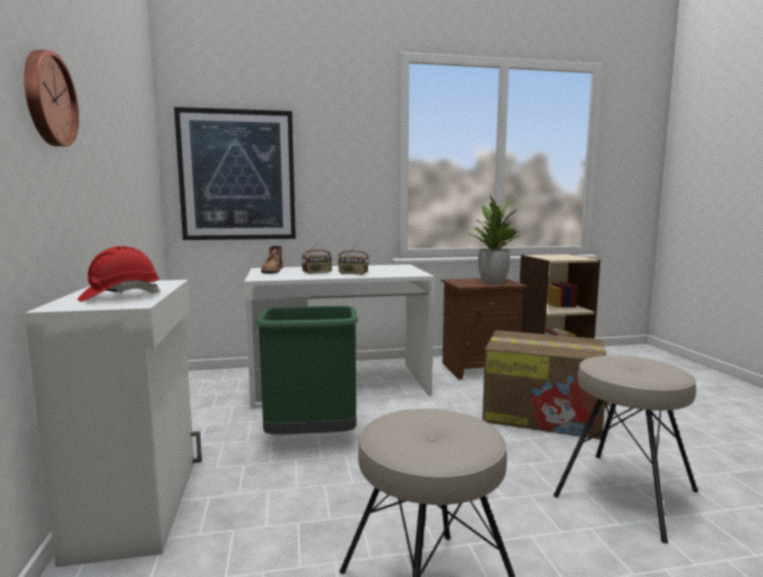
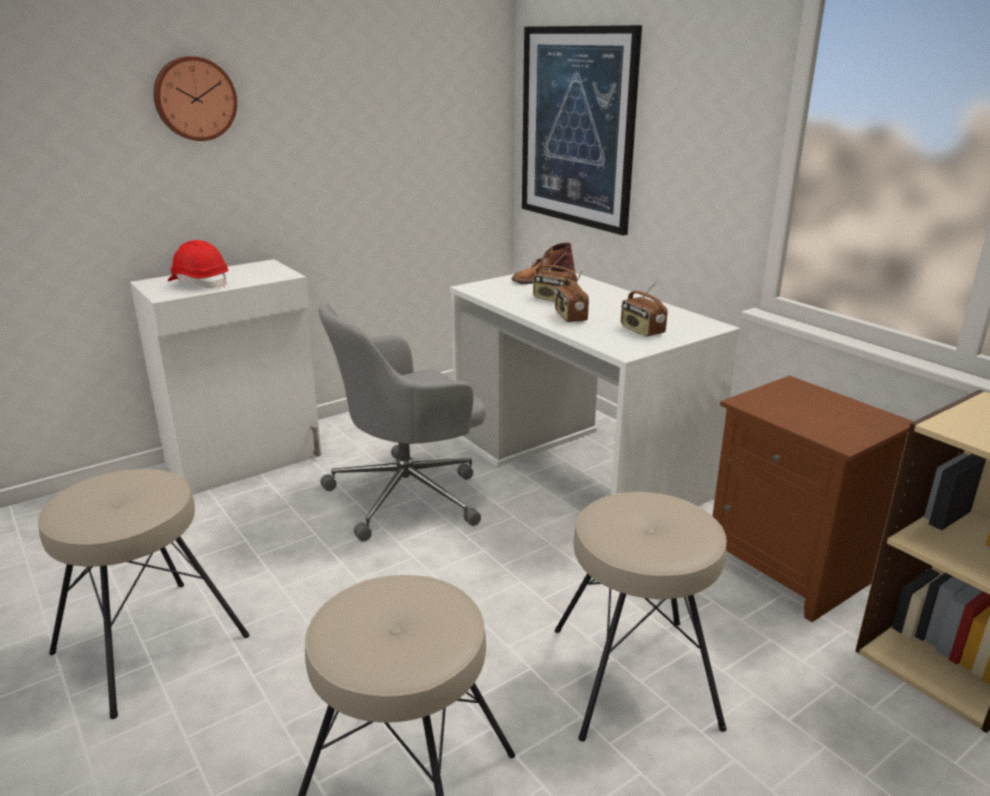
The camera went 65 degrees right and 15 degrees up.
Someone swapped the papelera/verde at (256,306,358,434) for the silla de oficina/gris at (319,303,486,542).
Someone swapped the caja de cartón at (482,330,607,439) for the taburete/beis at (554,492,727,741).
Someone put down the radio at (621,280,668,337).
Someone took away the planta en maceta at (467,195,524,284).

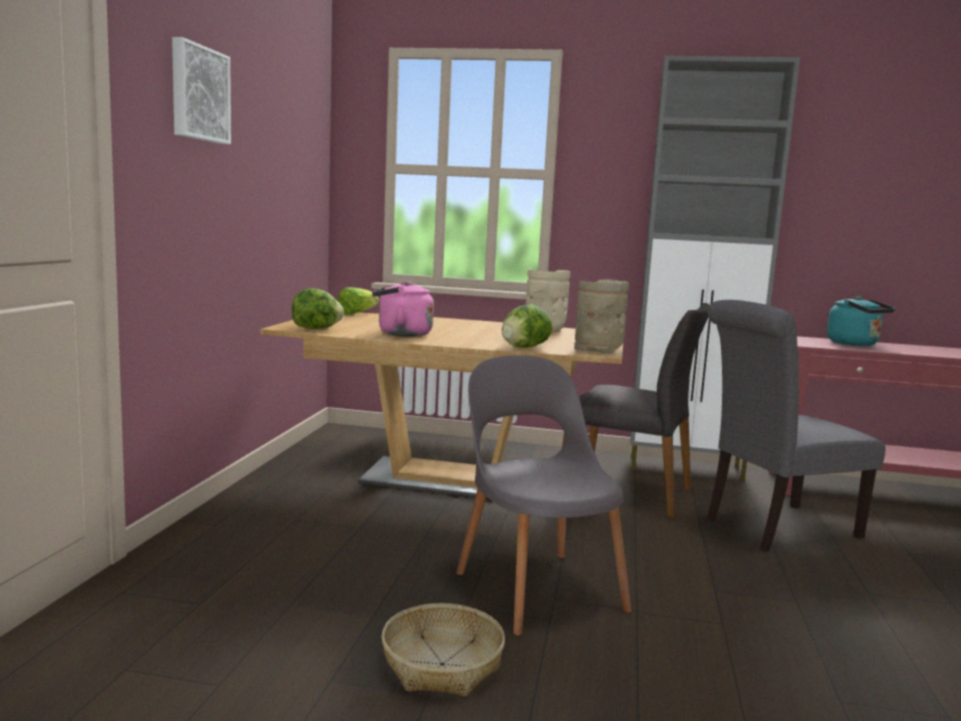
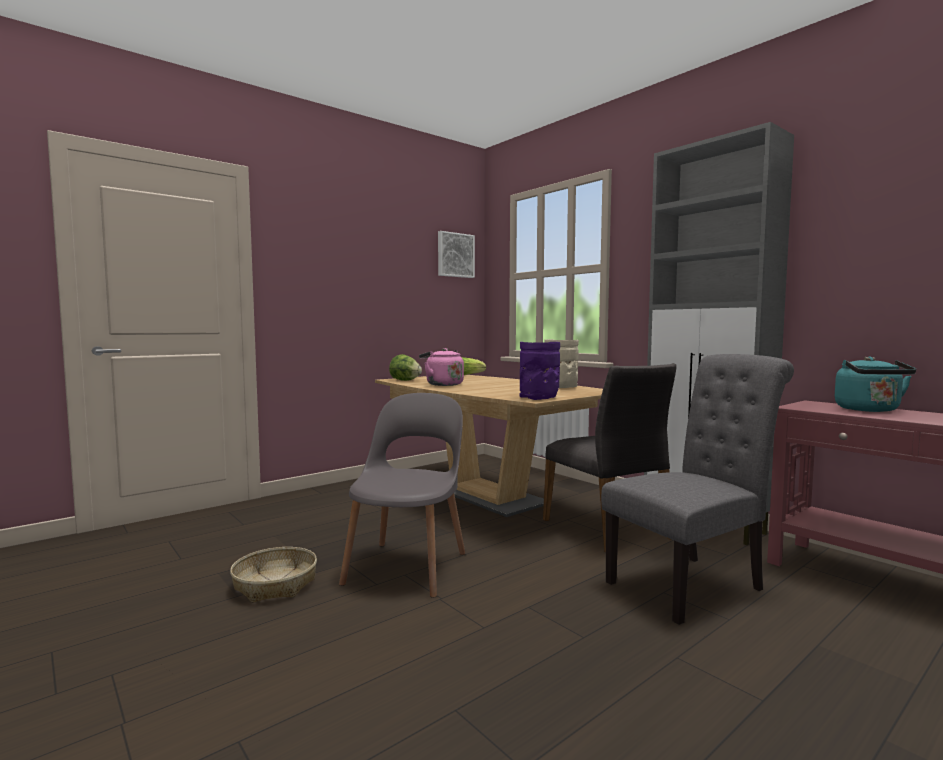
The camera went 40 degrees right and 5 degrees down.
Someone carried the cuadro from (172,37,231,144) to (438,231,475,278).
Someone repainted the florero/beis at (574,279,629,353), which became the florero/morado at (520,342,560,400).
Someone rotated the silla/gris at (707,300,886,552) by 135 degrees clockwise.
Someone took away the lechuga at (502,304,552,348).

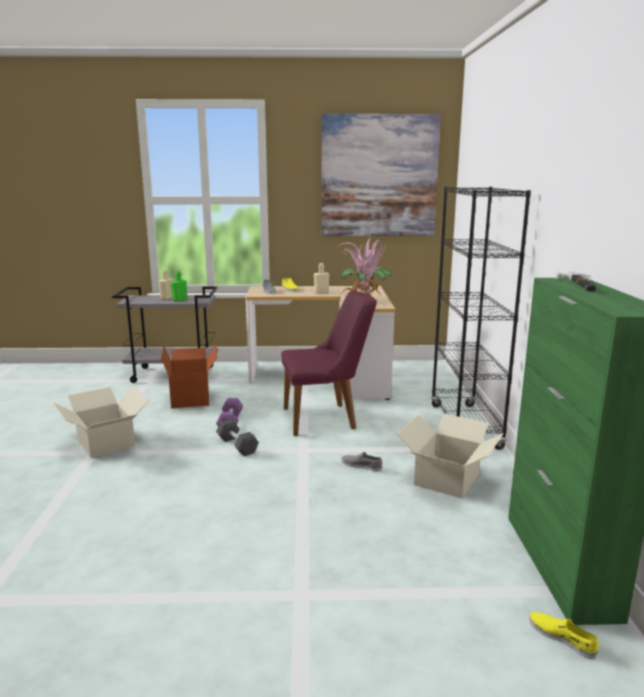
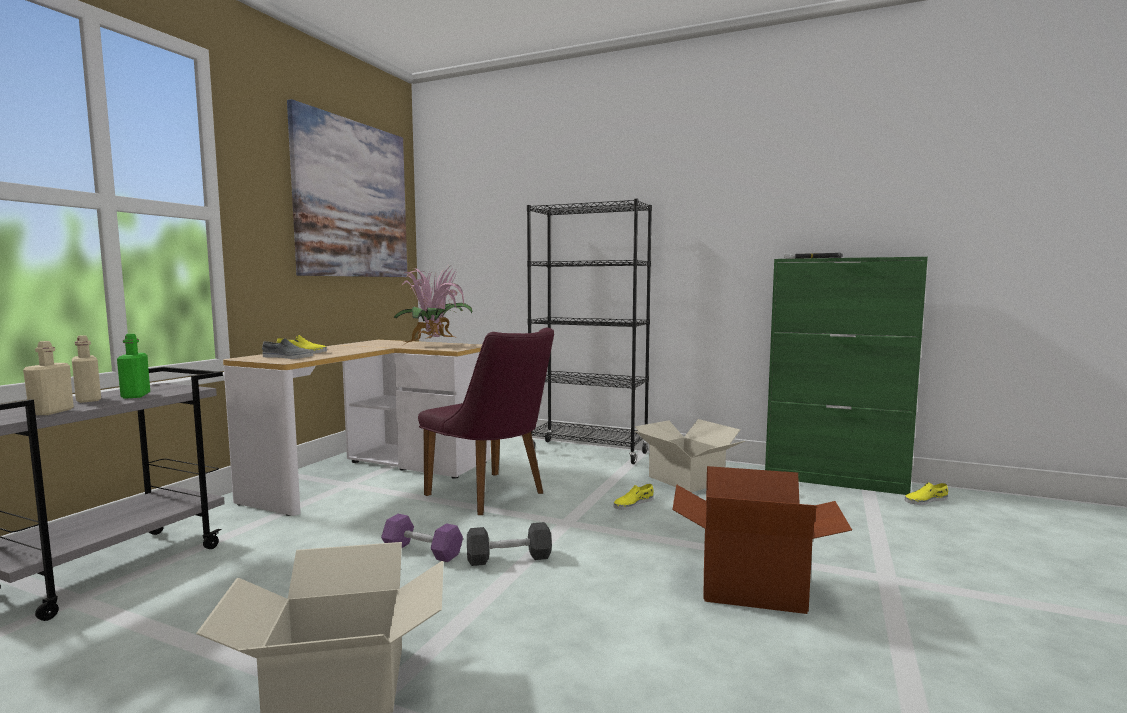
The camera went 65 degrees left and 10 degrees down.
Someone carried the botella/beis from (314,263,329,294) to (23,341,74,415).
Someone rotated the silla/morado at (281,290,377,436) by 120 degrees clockwise.
Someone repainted the zapato/gris at (341,452,382,472), which became the zapato/amarillo at (614,484,654,510).
Someone carried the caja de cartón from (161,344,217,408) to (672,466,852,614).

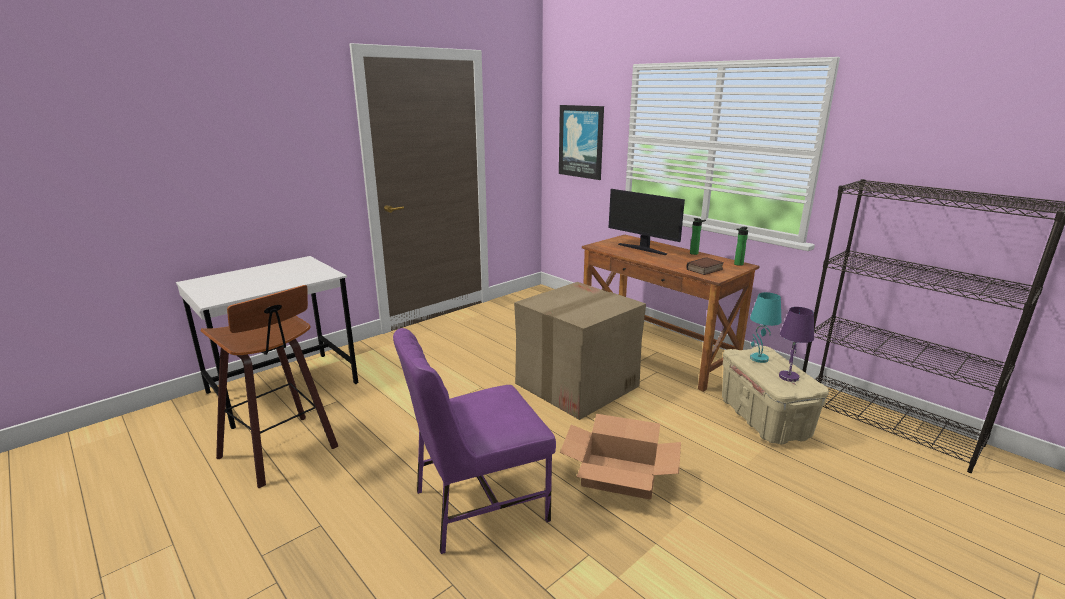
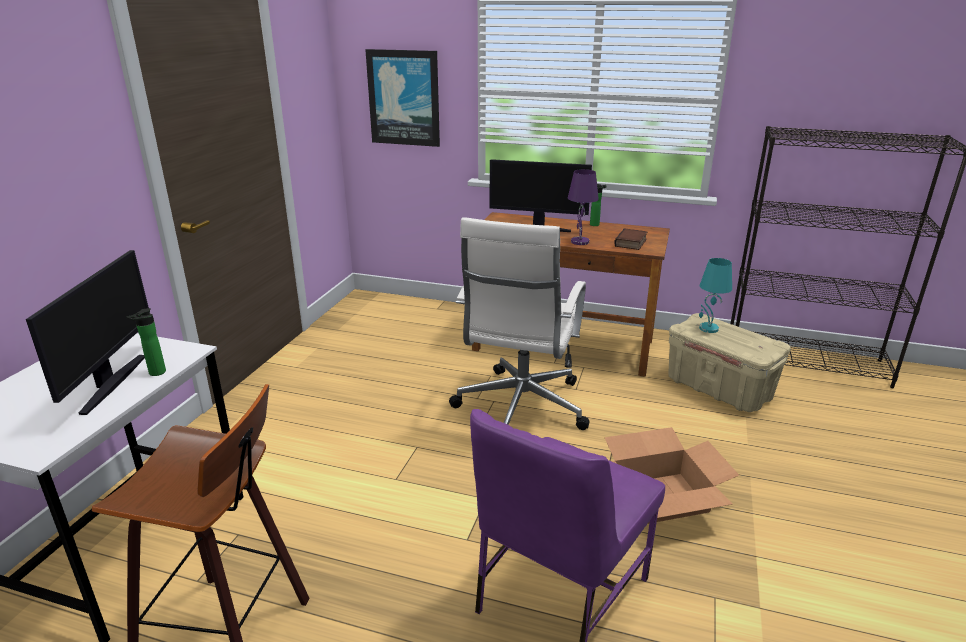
The camera went 30 degrees left and 5 degrees up.
Someone put down the monitor at (26,250,150,415).
Someone carried the botella from (734,227,748,266) to (127,308,166,376).
Someone swapped the caja de cartón at (514,282,646,420) for the silla de oficina/blanco at (449,217,590,430).
Someone carried the lámpara de mesa/morado from (779,307,814,382) to (568,169,599,245).

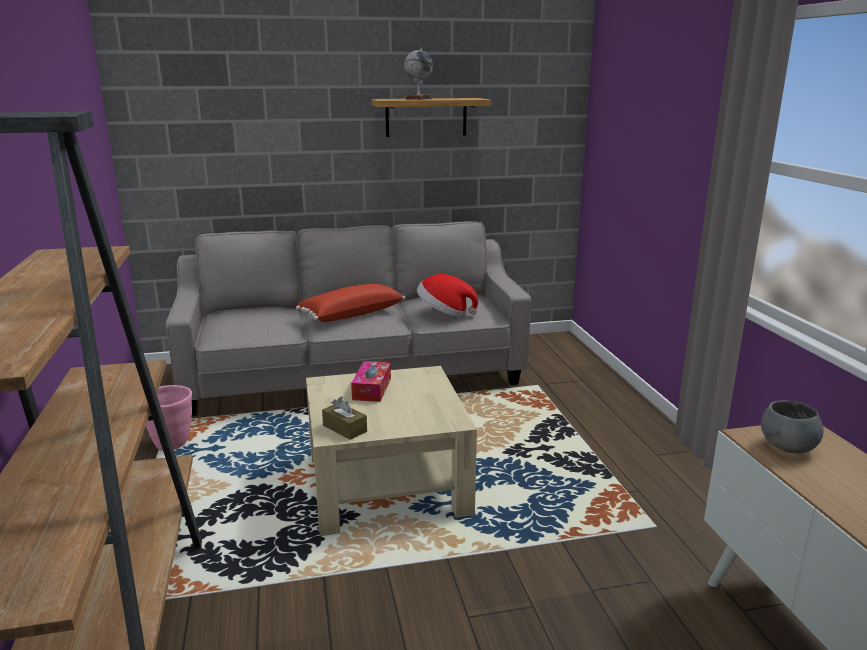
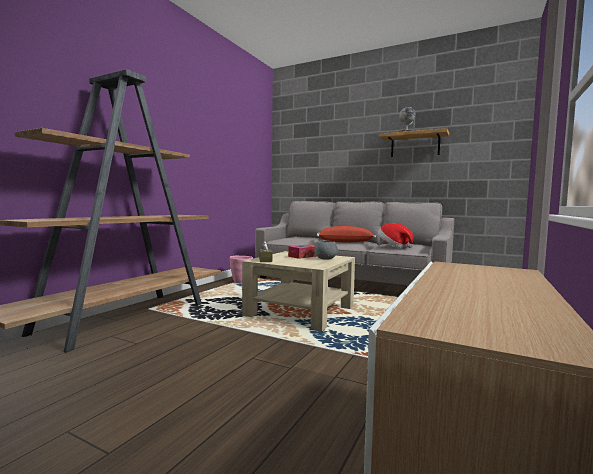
The camera went 40 degrees right and 15 degrees down.
Someone carried the cuenco/gris from (761,401,824,453) to (314,241,338,260).

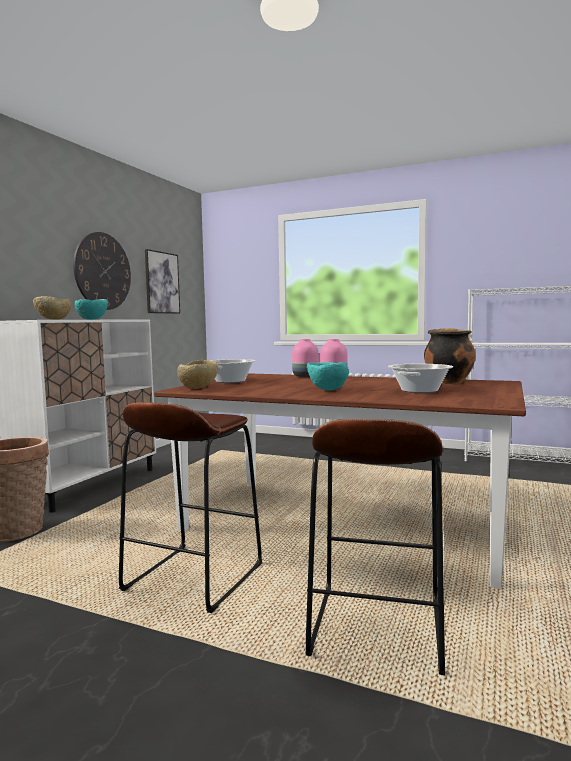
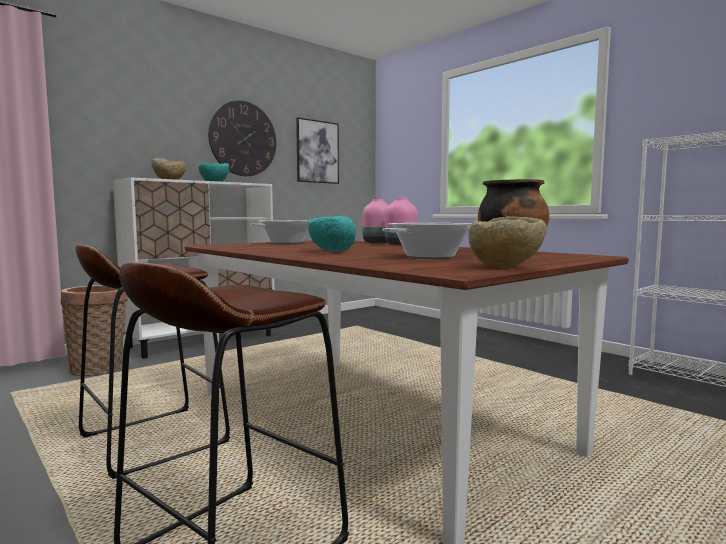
The camera went 25 degrees right and 0 degrees up.
Someone carried the cuenco/beis from (178,360,219,389) to (469,216,547,268).

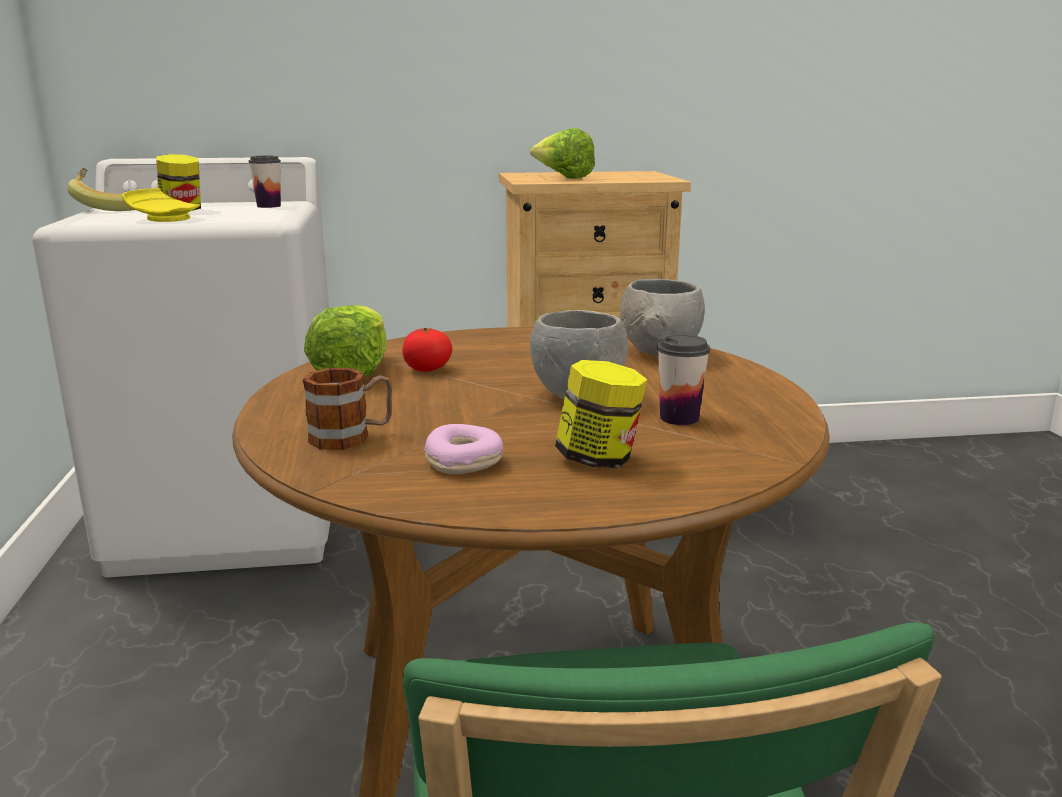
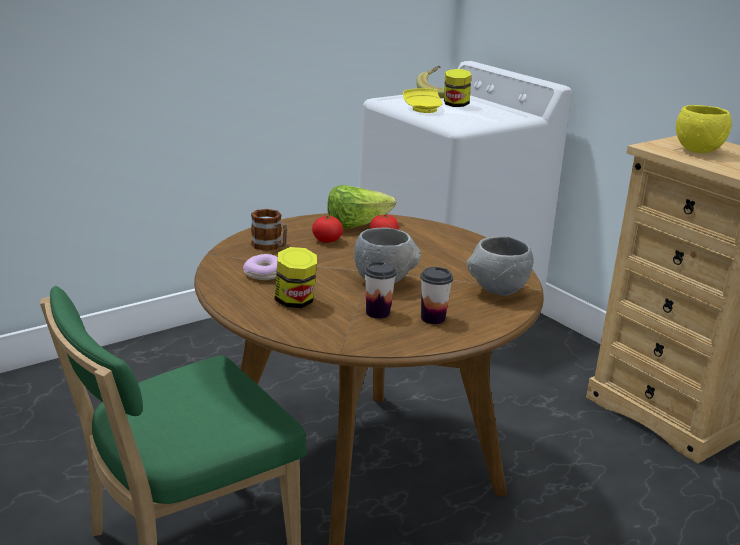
The camera went 60 degrees right and 5 degrees up.
Someone put down the tomate at (312,216,343,243).
Someone carried the taza from (249,156,281,208) to (420,267,453,324).
Someone swapped the lechuga at (530,128,595,179) for the cuenco/amarillo at (676,105,732,153).

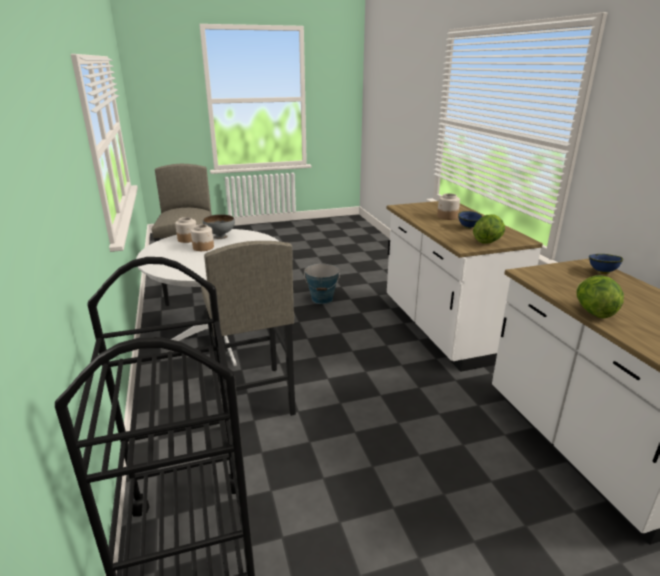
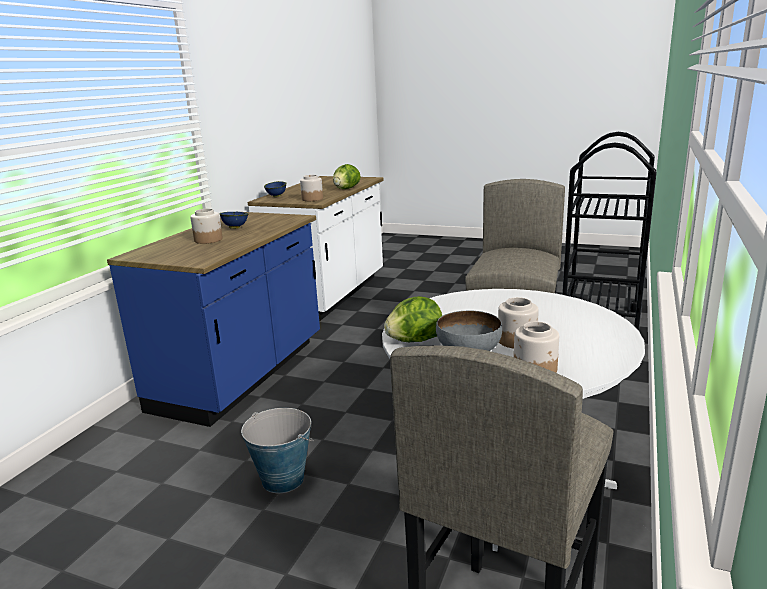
The camera went 140 degrees left and 5 degrees down.
Someone repainted the mueble bajo de cocina/blanco at (386,201,543,372), which became the mueble bajo de cocina/azul at (107,212,320,427).
Someone put down the tarro at (300,175,323,201).
Someone carried the lechuga from (473,214,505,244) to (384,296,442,342).

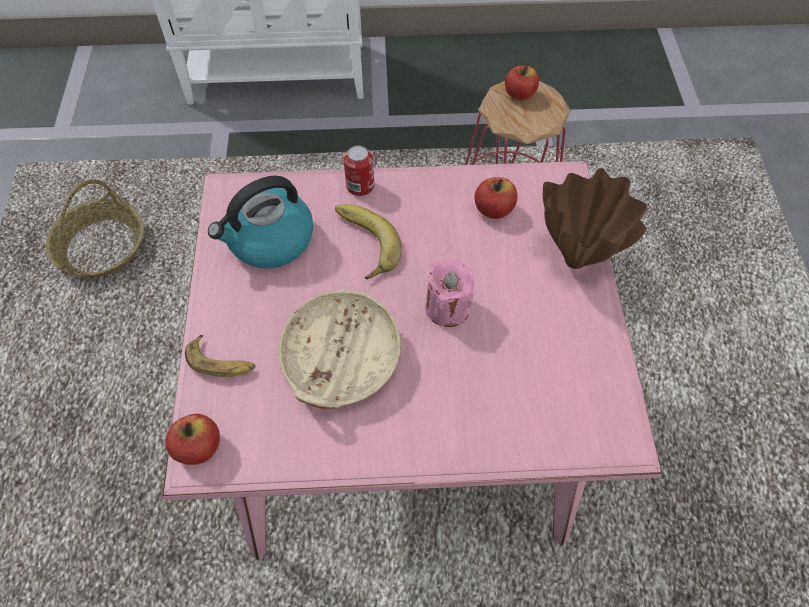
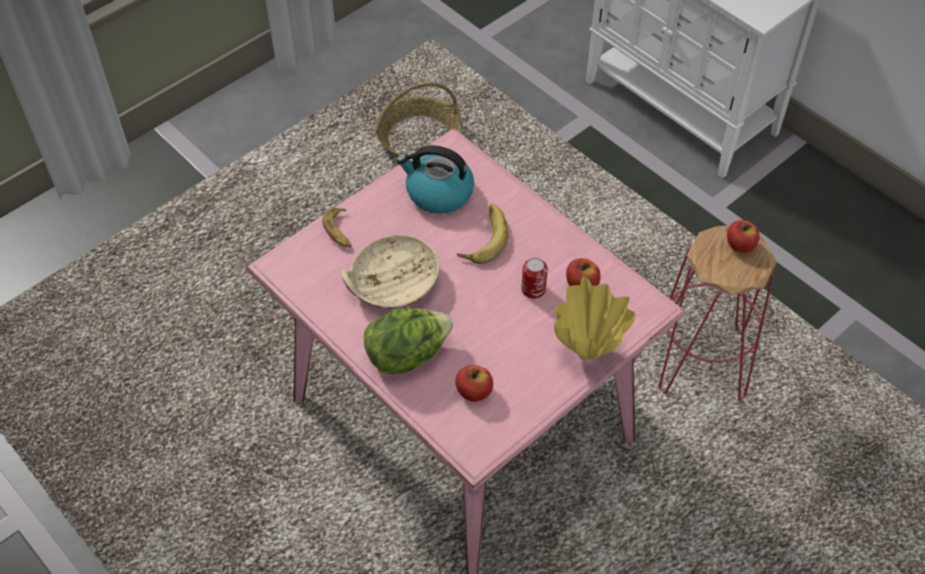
The camera went 50 degrees right and 5 degrees down.
Someone put down the lechuga at (364,308,453,374).
Someone carried the manzana from (165,414,220,465) to (455,365,493,402).
Someone carried the lata from (343,145,374,196) to (521,258,548,299).
Someone repainted the florero/marrón at (543,168,648,269), which became the florero/amarillo at (554,276,636,360).
Someone took away the vela/rosa at (425,260,474,327).

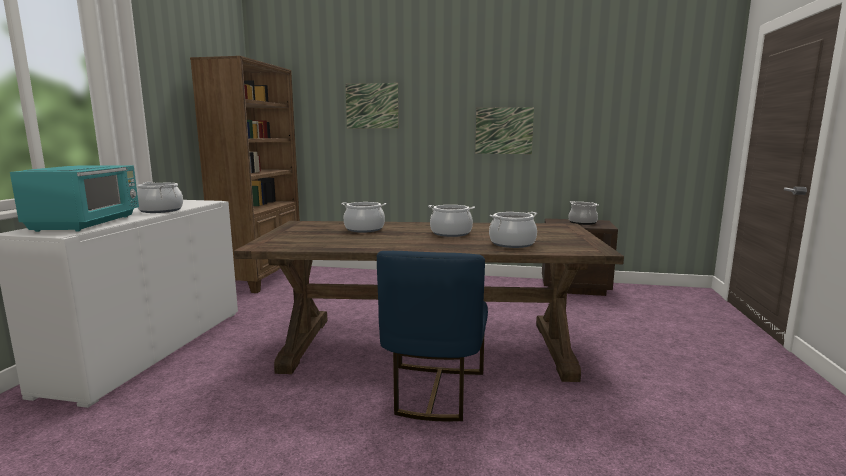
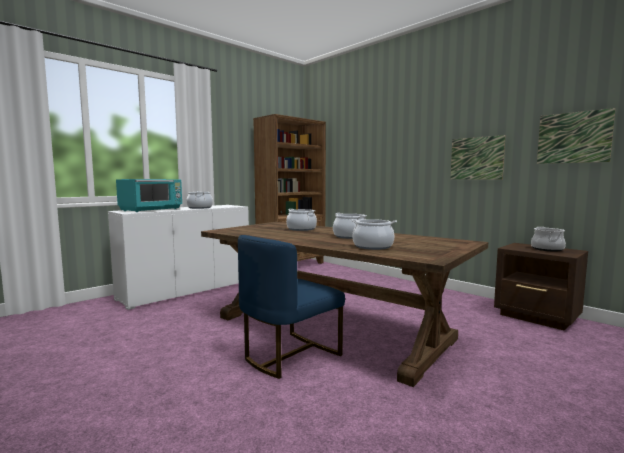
The camera went 35 degrees right and 5 degrees down.
Someone carried the cuadro from (345,83,399,128) to (537,108,616,164).

